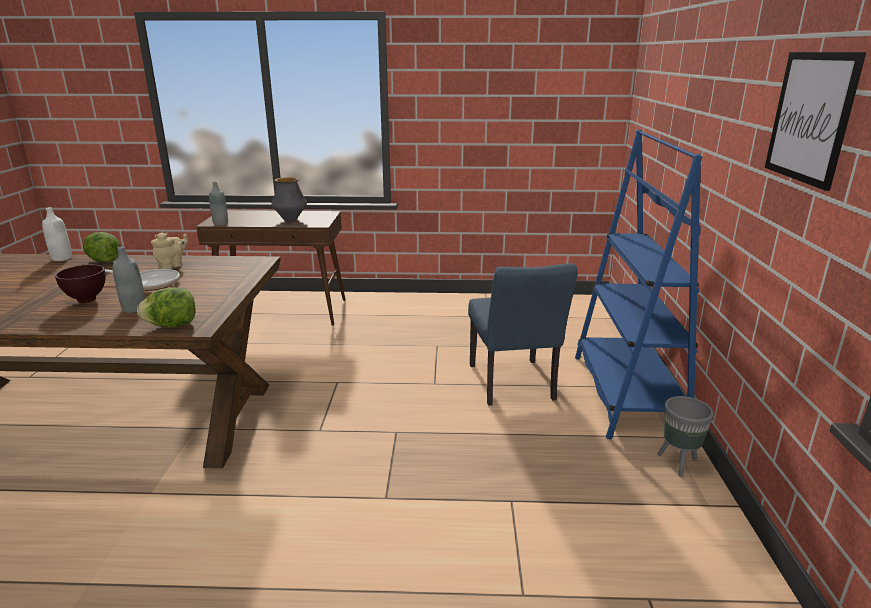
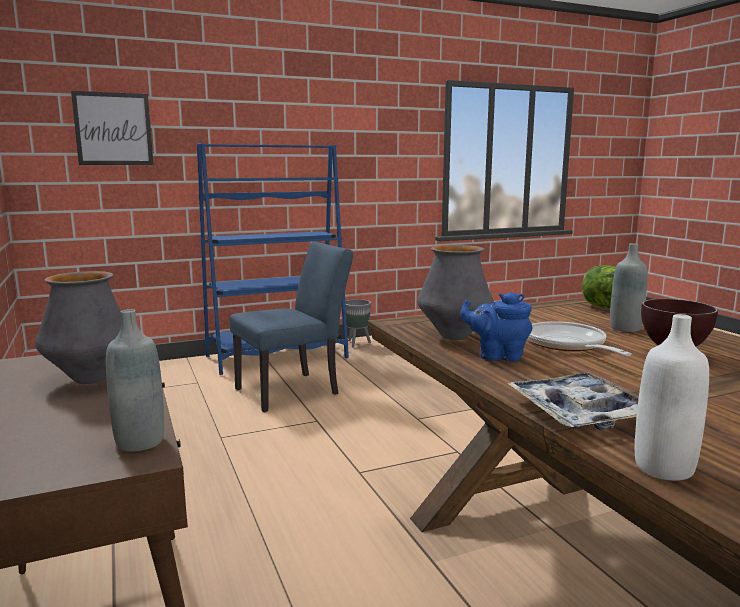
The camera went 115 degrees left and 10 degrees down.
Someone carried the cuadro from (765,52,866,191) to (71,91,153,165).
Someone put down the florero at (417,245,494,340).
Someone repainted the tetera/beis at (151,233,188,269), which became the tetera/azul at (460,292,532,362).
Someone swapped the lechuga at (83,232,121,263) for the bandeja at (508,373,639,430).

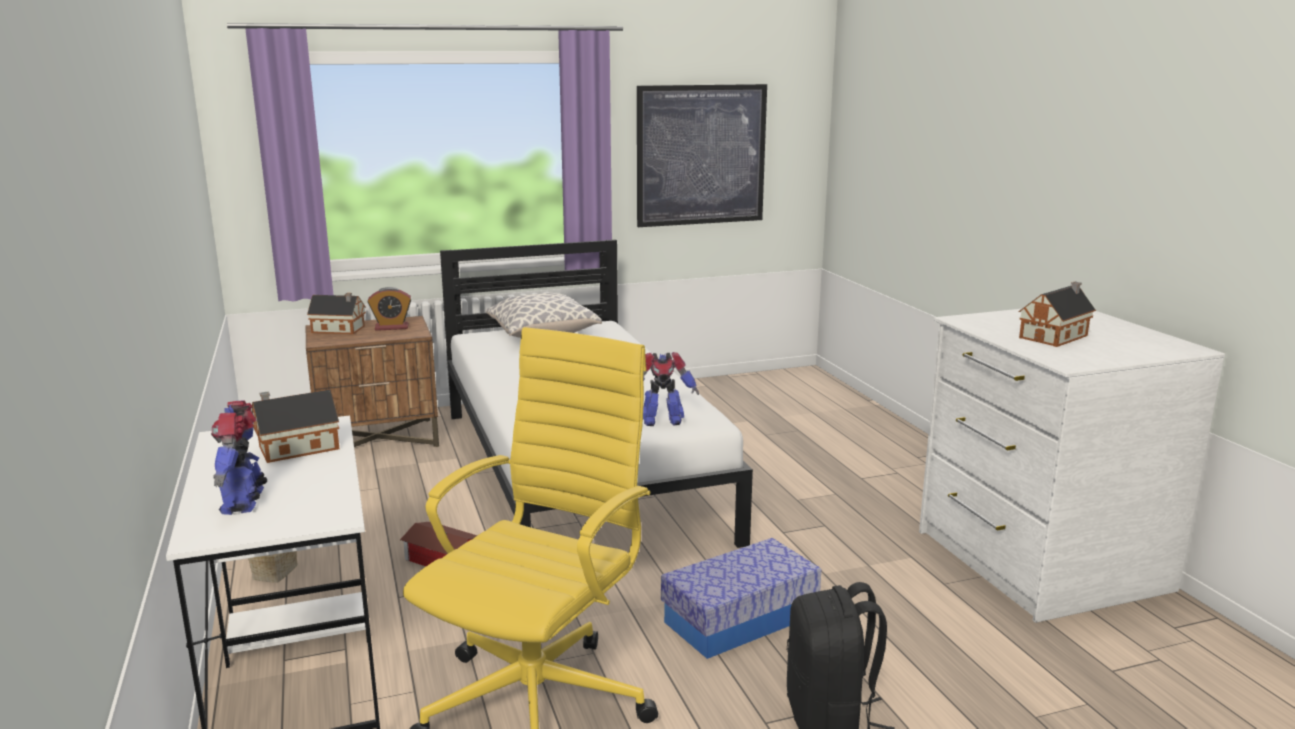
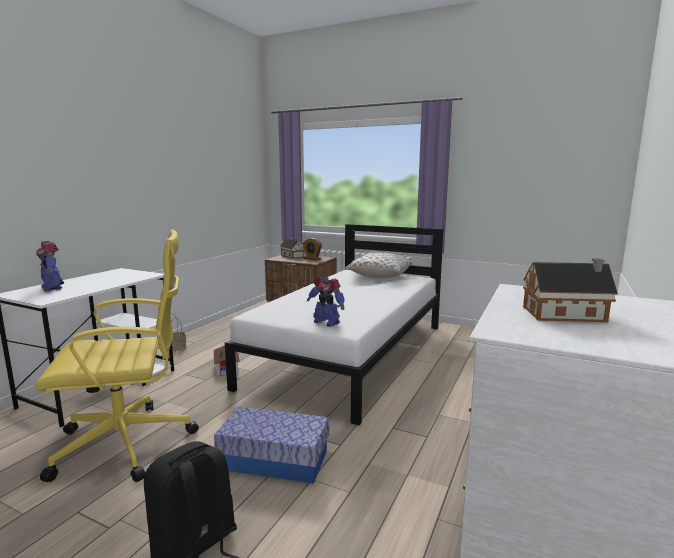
The camera went 45 degrees right and 5 degrees down.
Someone rotated the robot de juguete at (211,400,267,515) by 75 degrees counterclockwise.
Someone took away the casita at (252,390,339,463).
Someone took away the cuadro at (637,84,767,227).

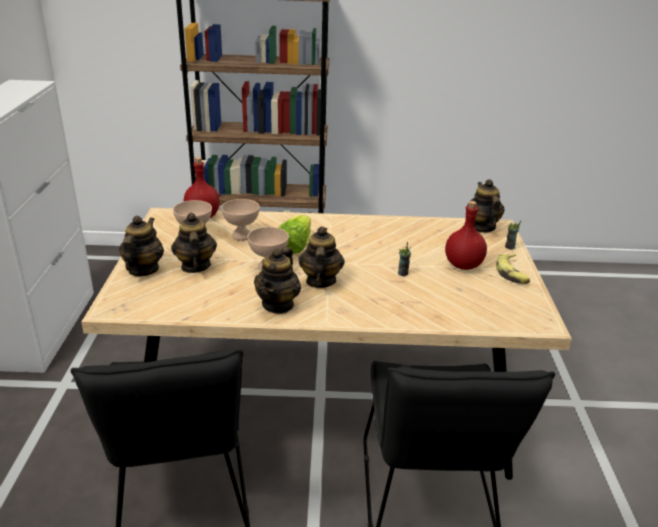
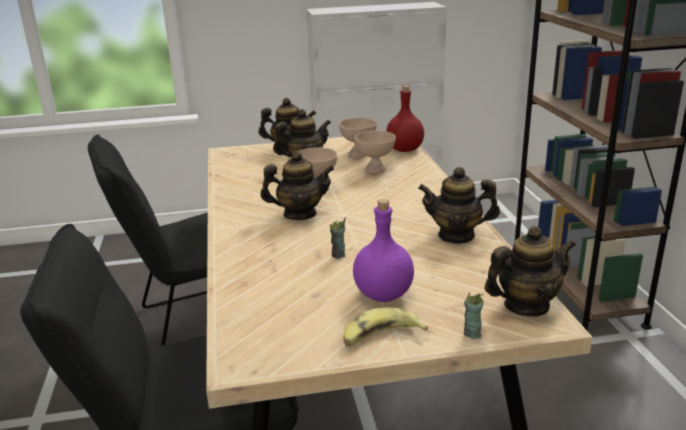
The camera went 80 degrees right and 5 degrees down.
Someone repainted the botella/rojo at (445,201,487,270), which became the botella/morado at (353,199,414,302).
Someone carried the tetera from (254,247,301,314) to (418,167,500,244).
Someone took away the lechuga at (279,215,311,254).

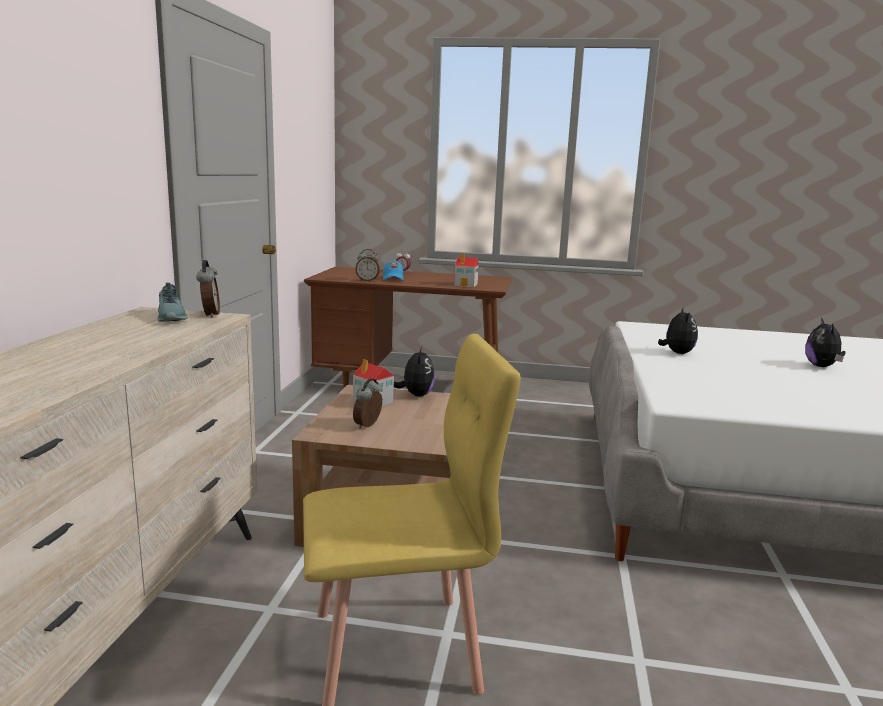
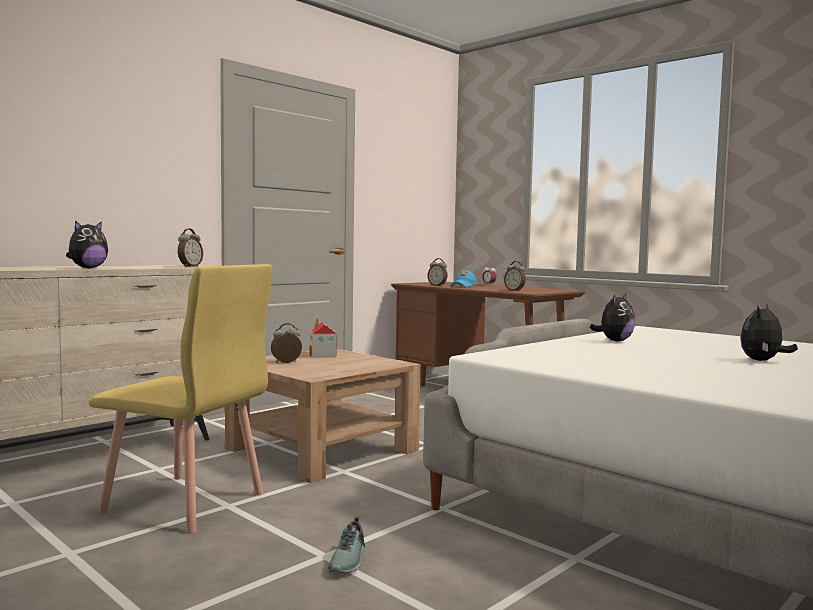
The camera went 35 degrees right and 10 degrees down.
Someone carried the peluche from (394,347,435,396) to (66,220,108,268).
Someone carried the zapato from (158,283,188,322) to (327,517,365,573).
Someone swapped the casita at (454,254,479,287) for the despertador at (504,261,526,291).

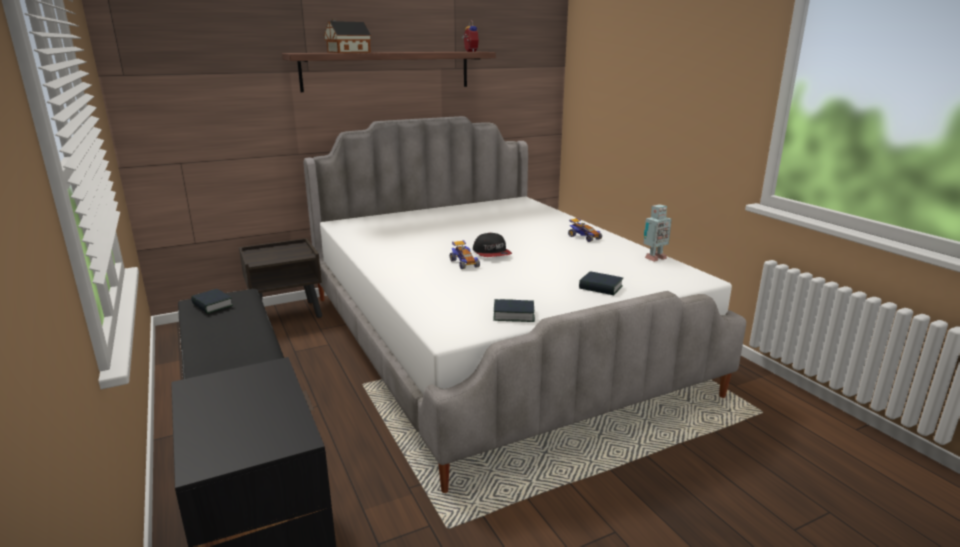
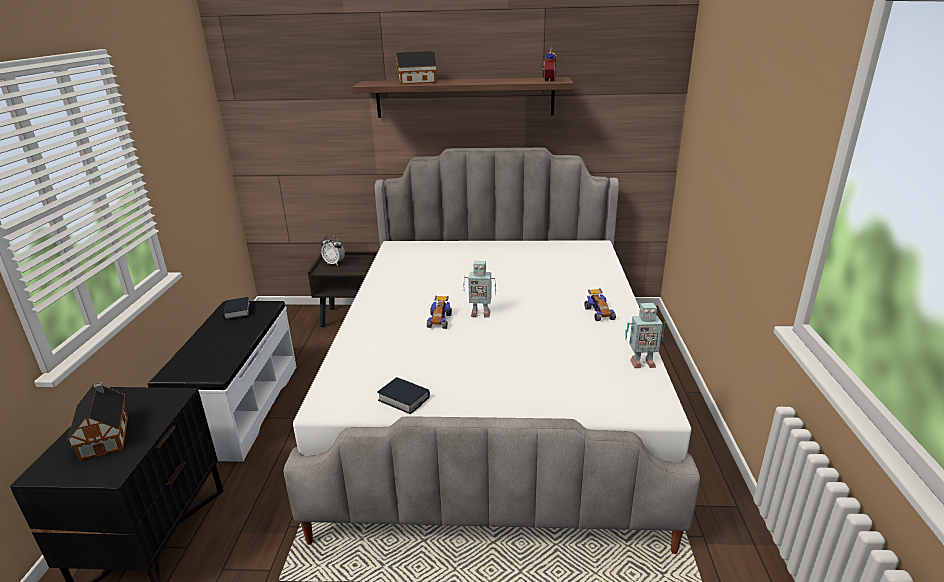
The camera went 30 degrees right and 5 degrees up.
Someone put down the casita at (67,382,128,461).
Someone put down the despertador at (321,235,345,266).
Someone swapped the gorra at (473,233,512,257) for the robot de juguete at (463,261,496,318).
Someone took away the libro at (579,271,623,295).

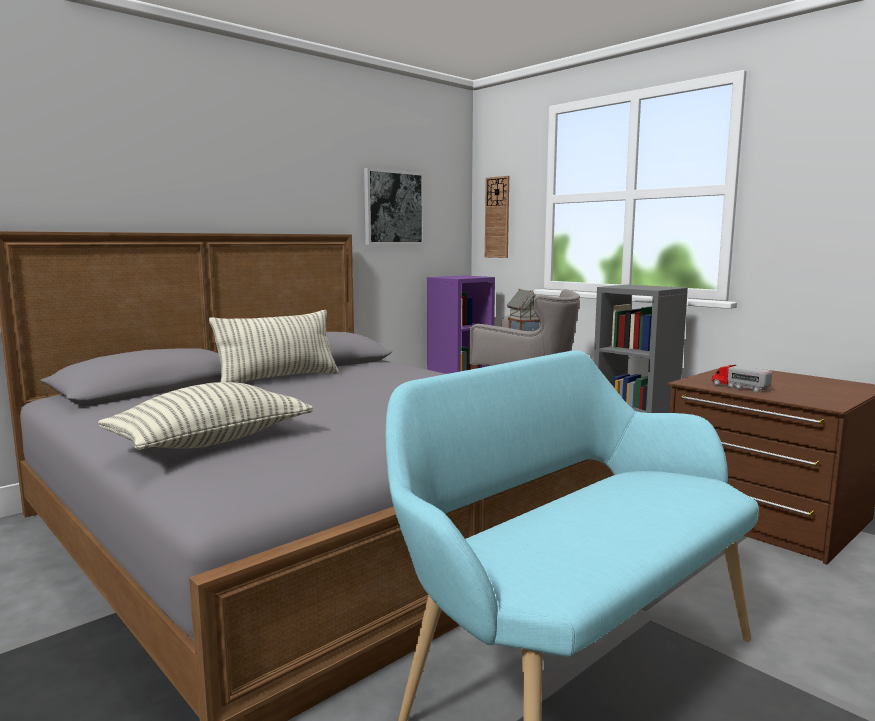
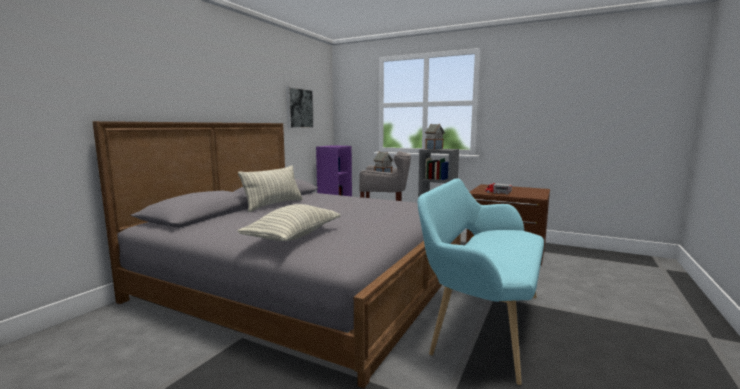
The camera went 20 degrees left and 0 degrees up.
Someone put down the casita at (425,124,445,150).
Someone took away the reloj de pared at (485,176,509,258).

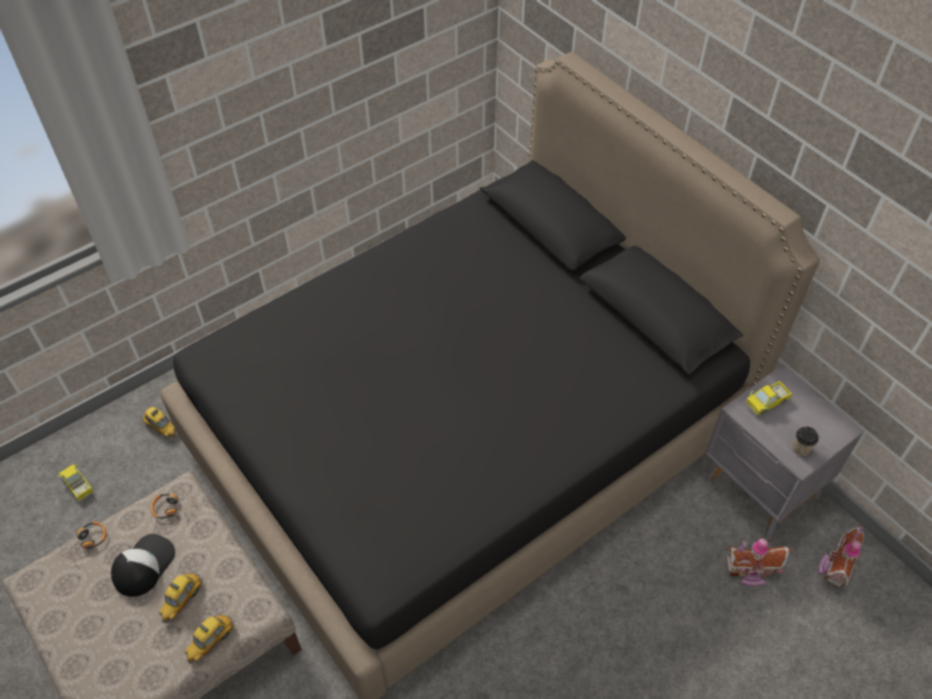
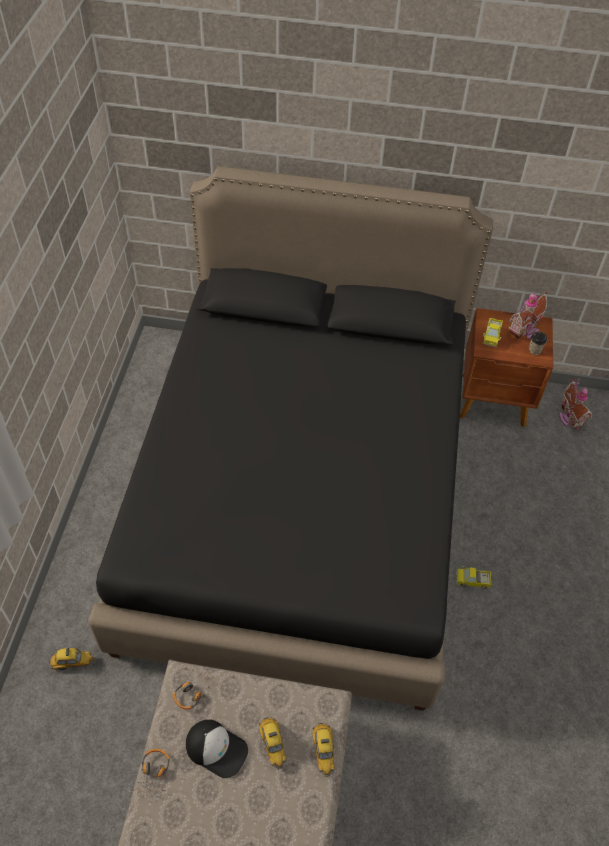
The camera went 45 degrees left and 0 degrees up.
Someone rotated the gorra at (111,534,175,597) by 135 degrees clockwise.
Someone carried the camión de juguete from (58,464,94,502) to (456,566,492,589).
Someone repainted the mesita de noche/gris at (705,364,864,539), which became the mesita de noche/marrón at (460,308,553,428).
Someone carried the casita from (726,538,793,586) to (509,292,548,339).

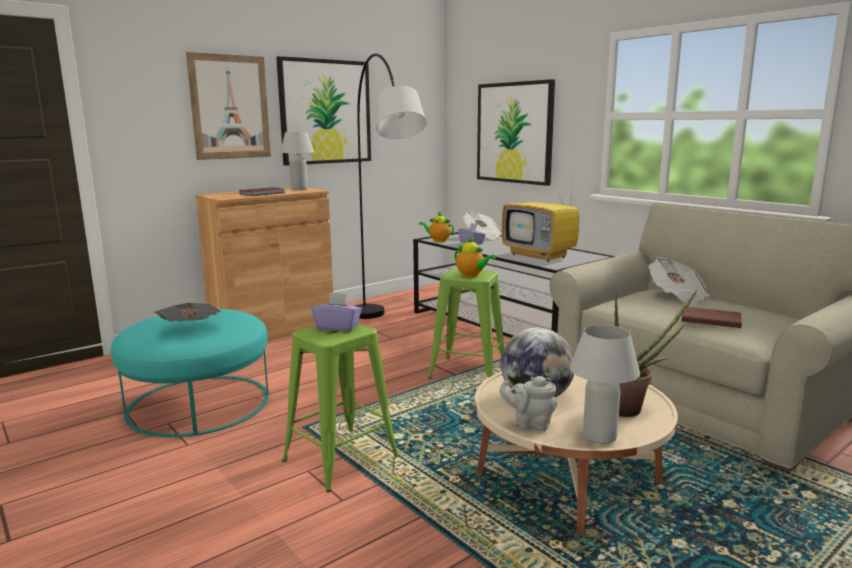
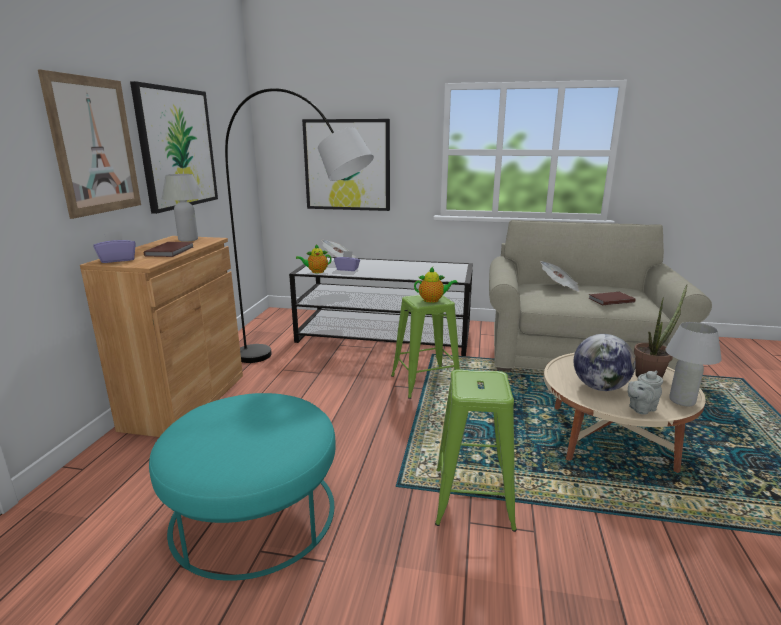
The camera went 40 degrees left and 5 degrees up.
Someone carried the caja de pañuelos/morado from (311,292,362,331) to (93,231,136,263).
Someone took away the periódico at (153,303,220,321).
Someone took away the televisor at (502,171,579,262).

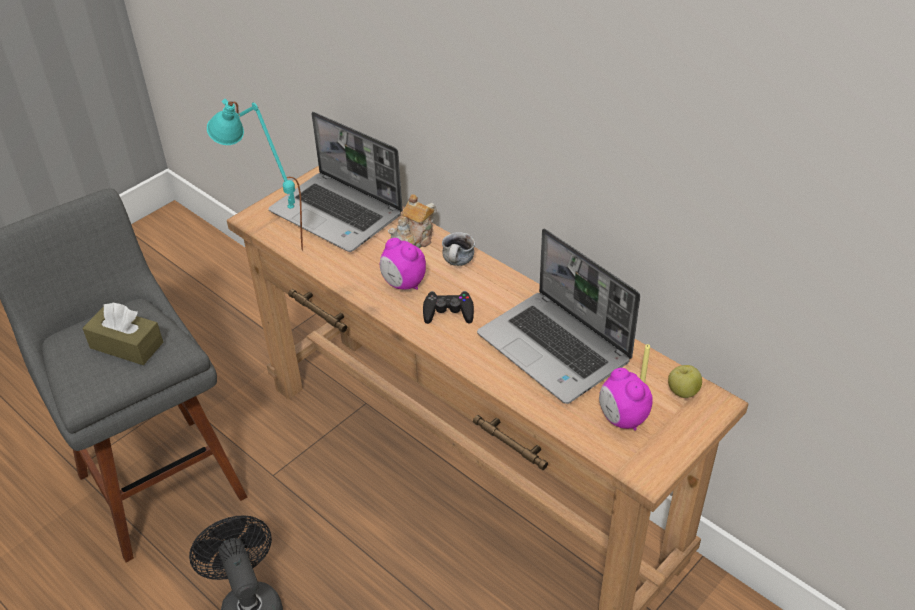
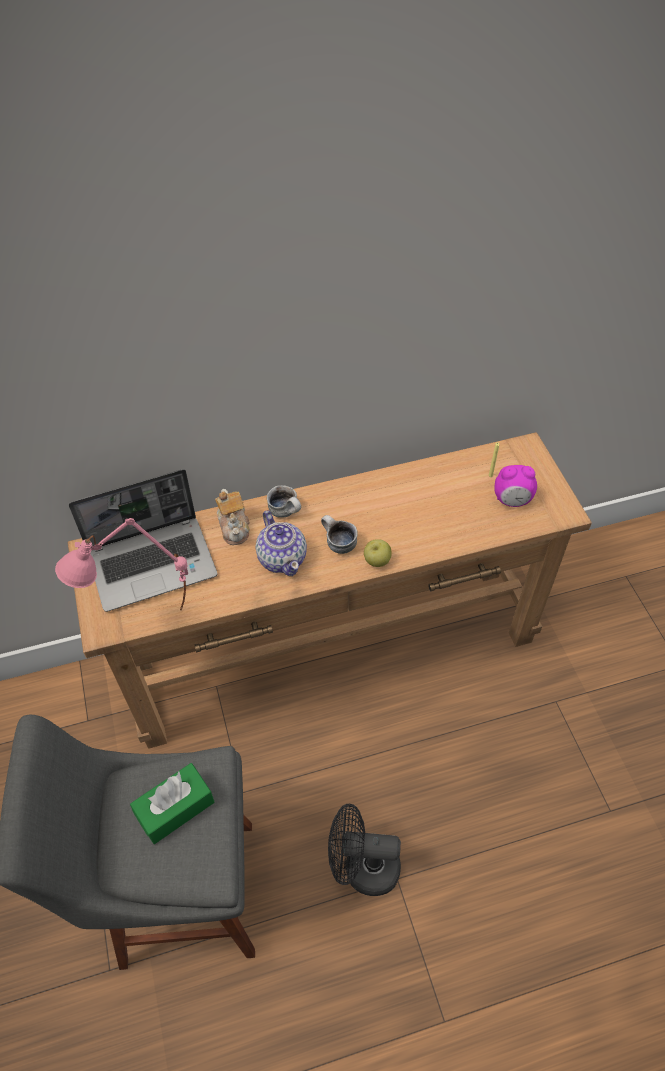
The camera went 60 degrees left and 10 degrees up.
Someone repainted the lámpara de mesa/turquesa at (207,99,303,251), which became the lámpara de mesa/rosa at (55,518,188,610).
Someone repainted the caja de pañuelos/marrón at (83,303,164,365), which became the caja de pañuelos/verde at (130,763,214,844).
Someone swapped the despertador at (380,238,426,290) for the tetera at (255,511,307,576).
Someone swapped the mando de consola/negro at (423,291,474,324) for the taza grande at (321,515,358,554).
Someone carried the manzana from (668,365,702,398) to (364,539,392,567).
Someone took away the portátil at (477,228,640,404).

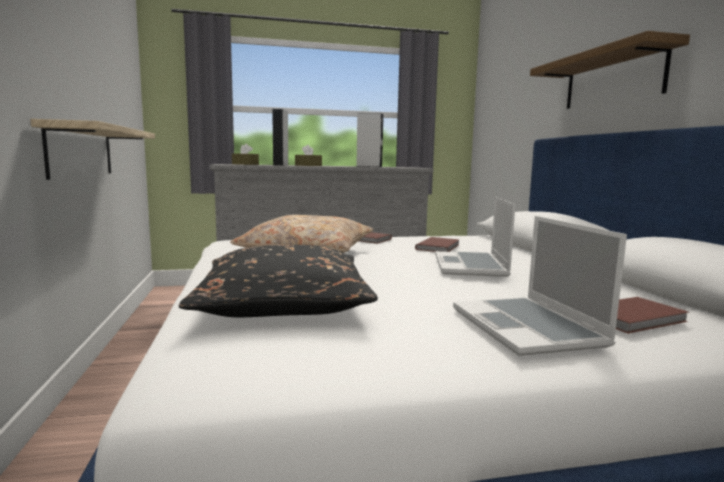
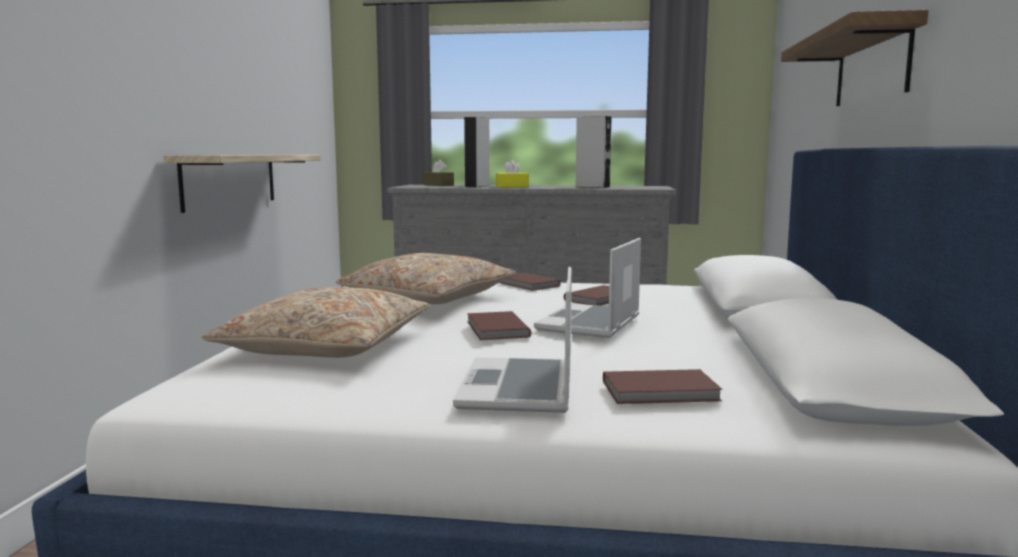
The camera went 20 degrees right and 0 degrees up.
Someone repainted the cojín/negro at (179,245,378,317), which became the cojín/beis at (202,287,430,358).
Someone put down the libro/marrón at (467,311,531,340).
Someone repainted the caja de pañuelos/marrón at (295,145,322,166), which became the caja de pañuelos/amarillo at (496,160,529,187).

